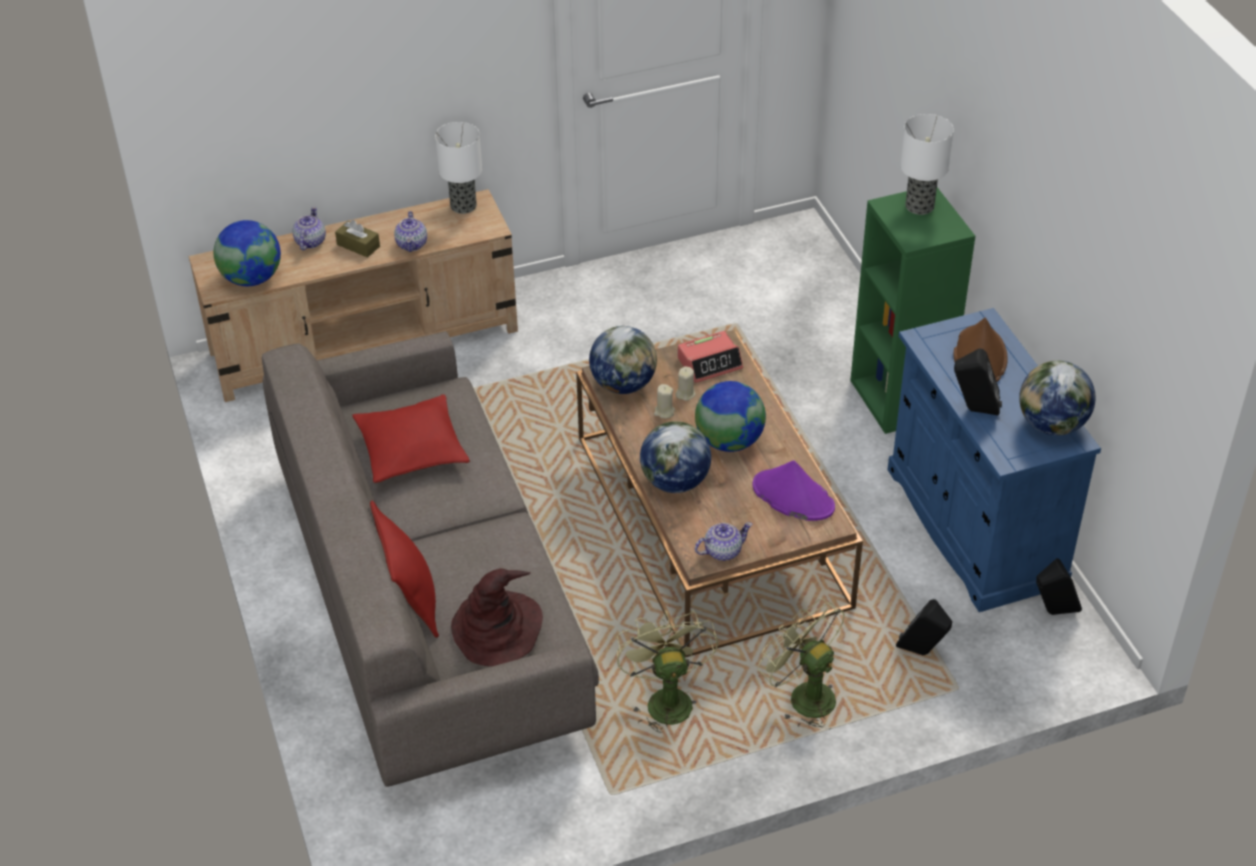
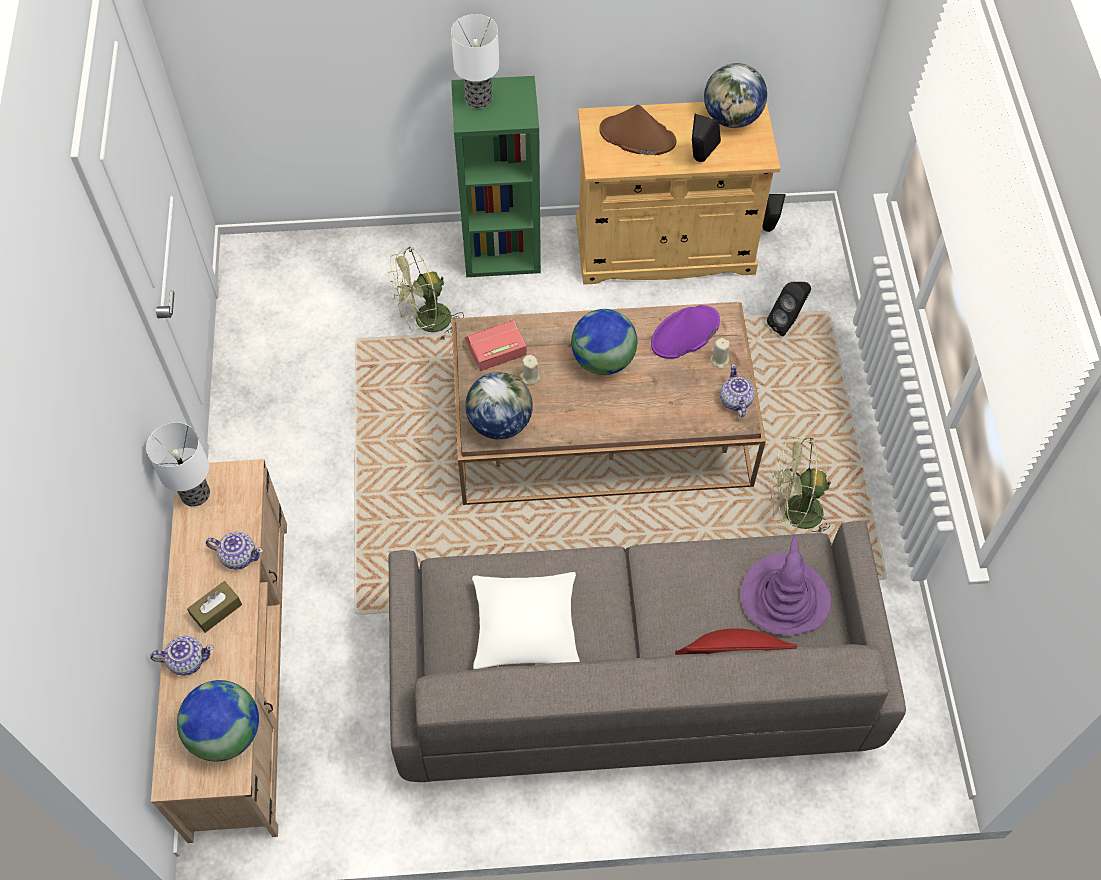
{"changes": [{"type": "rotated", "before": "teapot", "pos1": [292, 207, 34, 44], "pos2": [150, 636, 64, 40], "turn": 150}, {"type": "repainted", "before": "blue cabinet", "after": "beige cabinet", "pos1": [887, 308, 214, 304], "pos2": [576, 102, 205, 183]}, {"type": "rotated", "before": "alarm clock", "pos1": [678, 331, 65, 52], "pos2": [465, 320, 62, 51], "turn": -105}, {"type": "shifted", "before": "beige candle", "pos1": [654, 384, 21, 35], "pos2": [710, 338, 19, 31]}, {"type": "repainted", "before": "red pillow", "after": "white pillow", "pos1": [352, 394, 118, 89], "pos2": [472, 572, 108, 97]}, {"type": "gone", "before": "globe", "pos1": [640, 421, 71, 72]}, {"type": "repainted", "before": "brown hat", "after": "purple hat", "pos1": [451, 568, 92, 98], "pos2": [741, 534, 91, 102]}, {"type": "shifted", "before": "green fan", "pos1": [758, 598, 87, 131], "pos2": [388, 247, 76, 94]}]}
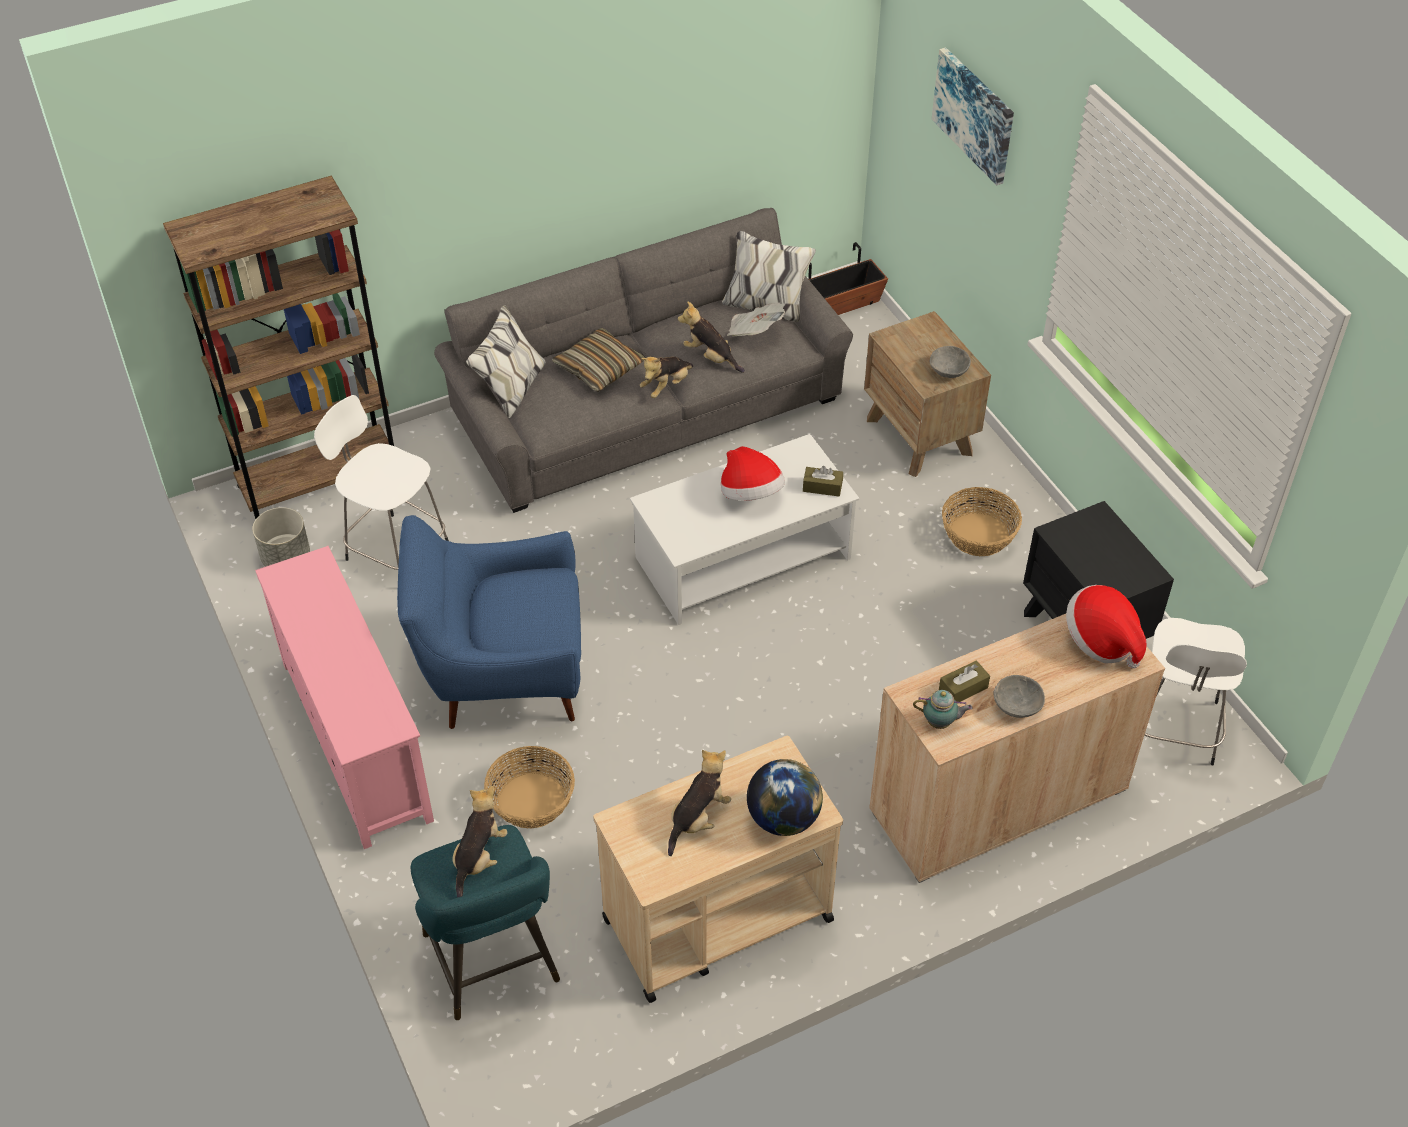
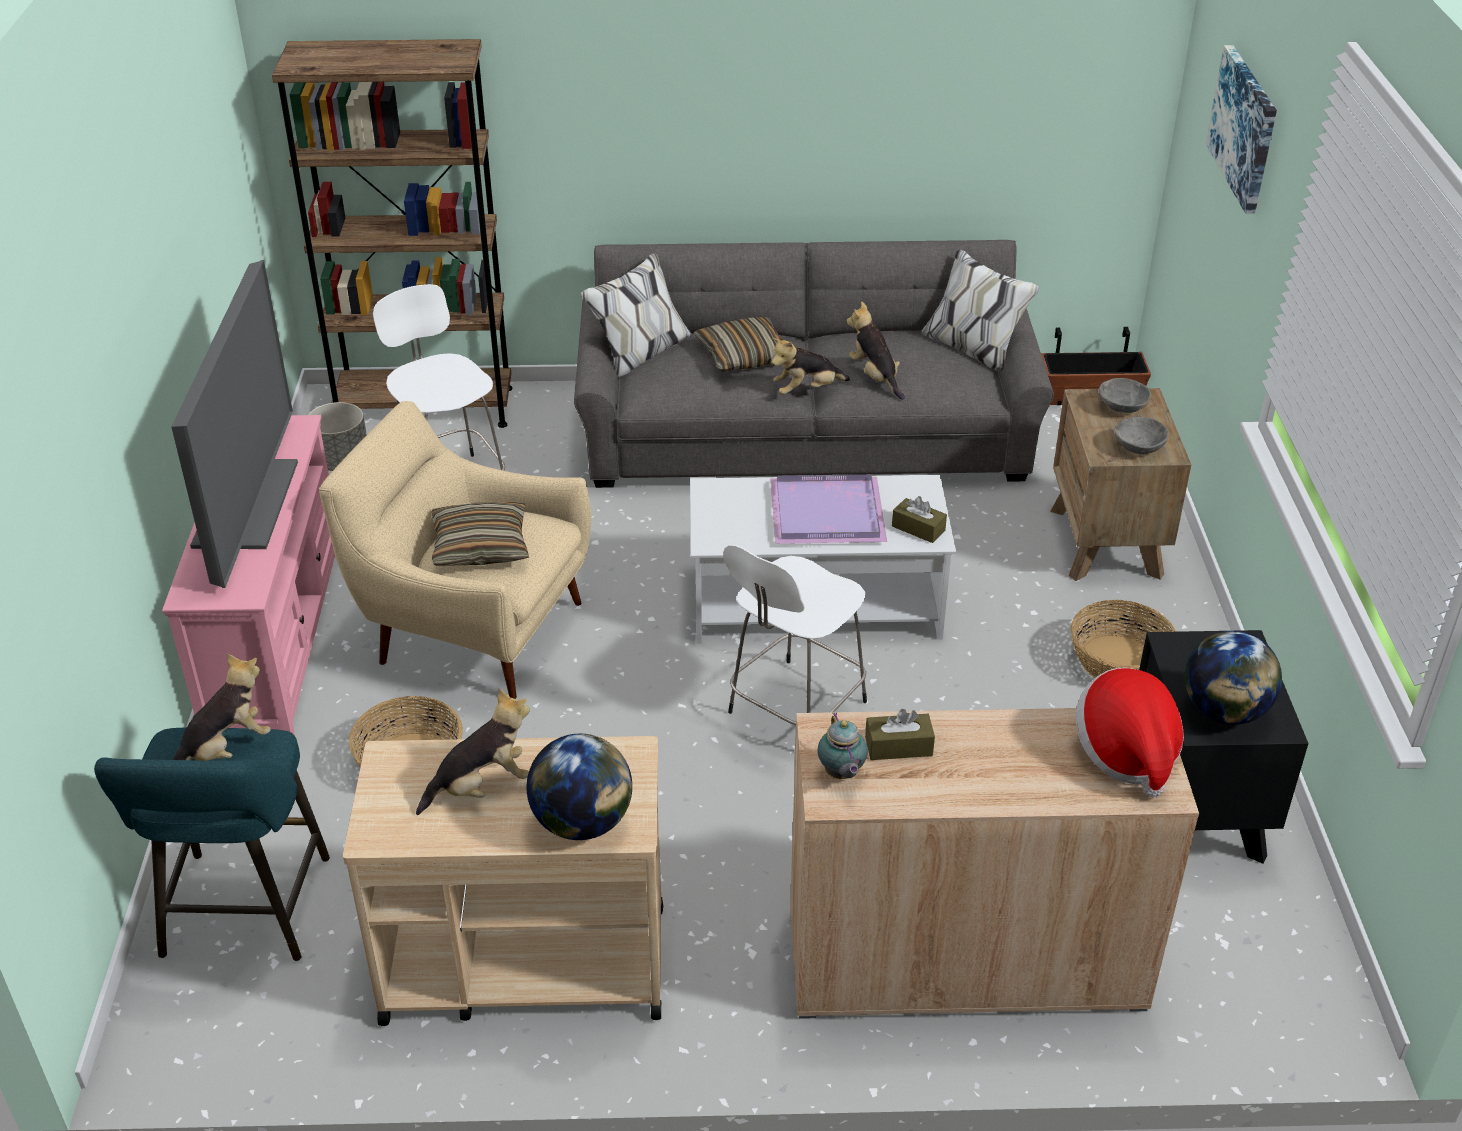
{"changes": [{"type": "gone", "before": "newspaper", "pos1": [727, 303, 58, 33]}, {"type": "swapped", "before": "hat", "after": "purple tray", "pos1": [721, 446, 64, 55], "pos2": [770, 475, 117, 69]}, {"type": "repainted", "before": "blue armchair", "after": "beige armchair", "pos1": [397, 515, 184, 214], "pos2": [319, 401, 272, 298]}, {"type": "shifted", "before": "white stool", "pos1": [1145, 618, 102, 147], "pos2": [723, 545, 144, 180]}, {"type": "shifted", "before": "grey bowl", "pos1": [994, 675, 51, 43], "pos2": [1099, 378, 52, 35]}, {"type": "rotated", "before": "teapot", "pos1": [913, 690, 60, 39], "pos2": [818, 712, 50, 67], "turn": 45}, {"type": "new", "after": "television", "pos2": [171, 260, 127, 328]}, {"type": "new", "after": "pillow", "pos2": [431, 502, 98, 64]}, {"type": "new", "after": "globe", "pos2": [1185, 631, 97, 94]}]}
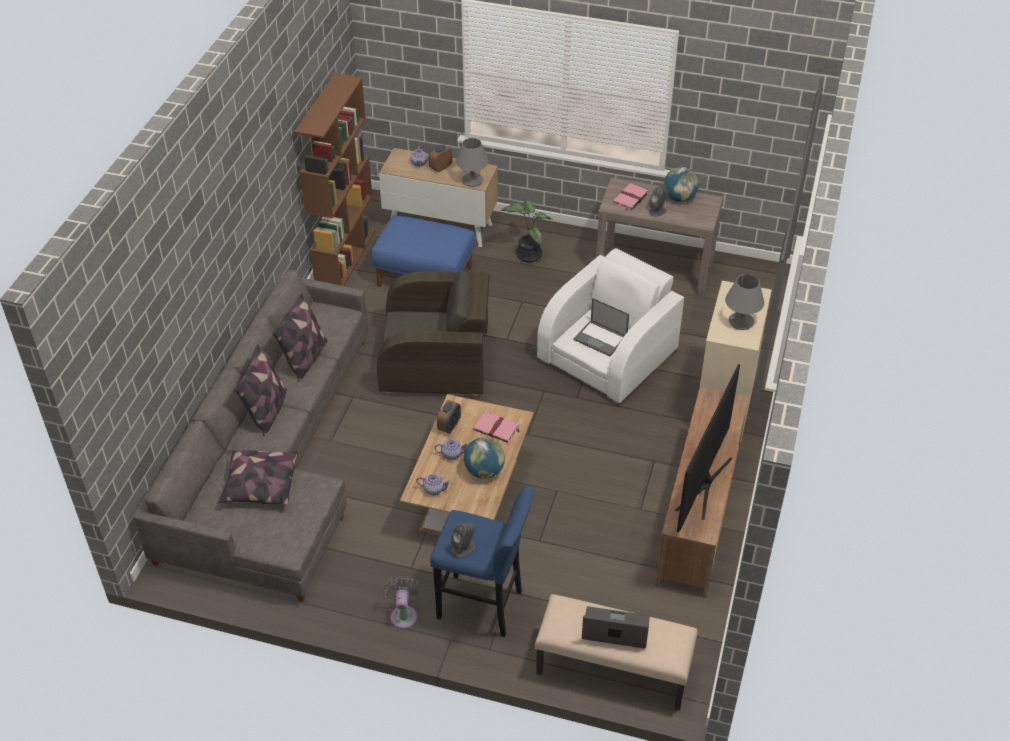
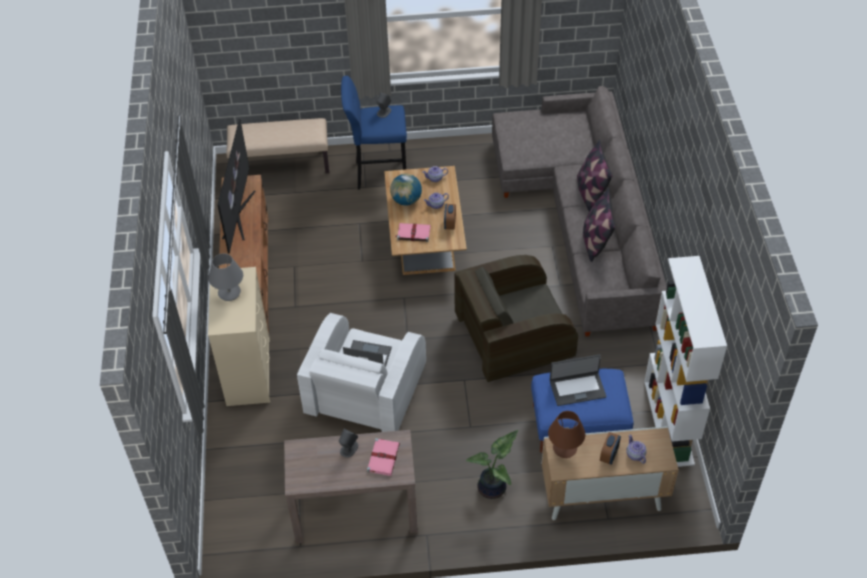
{"changes": [{"type": "repainted", "before": "brown bookcase", "after": "white bookcase", "pos1": [294, 73, 82, 213], "pos2": [644, 256, 83, 211]}, {"type": "repainted", "before": "grey table lamp", "after": "brown table lamp", "pos1": [456, 138, 33, 49], "pos2": [548, 411, 37, 47]}, {"type": "gone", "before": "globe", "pos1": [664, 167, 35, 35]}, {"type": "gone", "before": "pillow", "pos1": [218, 450, 80, 56]}, {"type": "gone", "before": "grey fan", "pos1": [384, 576, 37, 53]}, {"type": "shifted", "before": "laptop", "pos1": [582, 606, 68, 43], "pos2": [550, 354, 56, 52]}]}
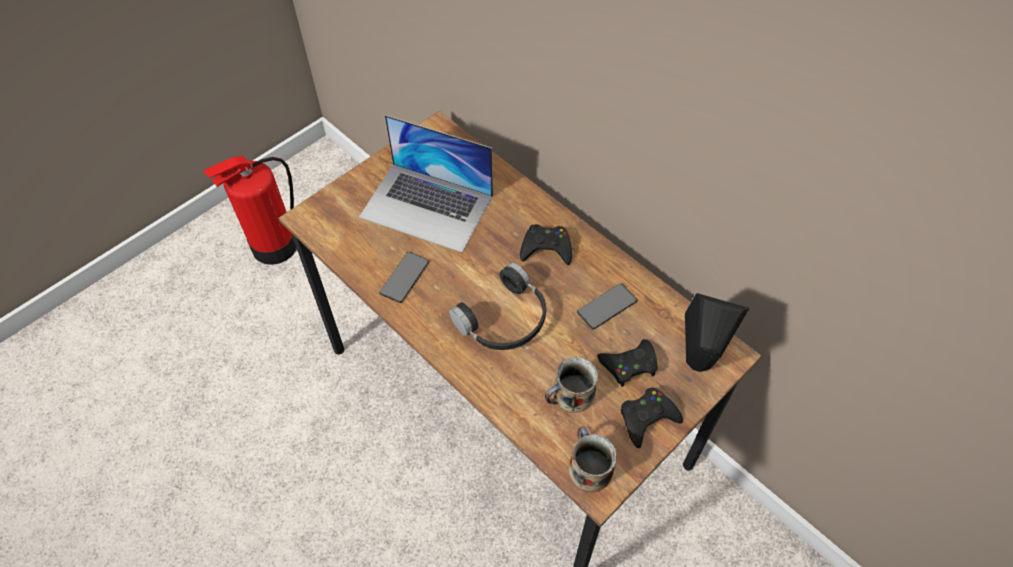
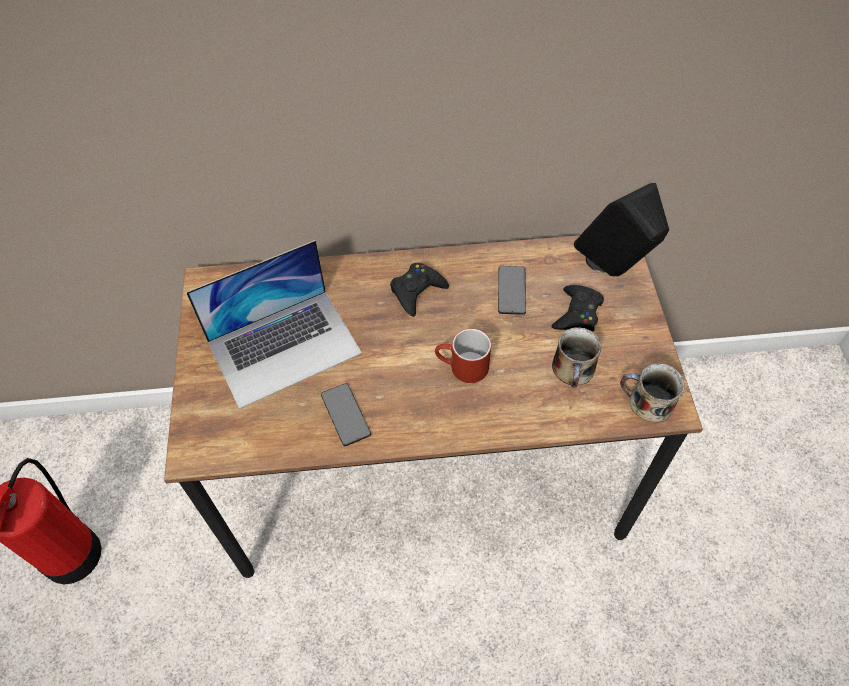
{"changes": [{"type": "swapped", "before": "black headphones", "after": "red mug", "pos1": [449, 263, 97, 87], "pos2": [435, 329, 56, 54]}, {"type": "gone", "before": "black game controller", "pos1": [621, 388, 62, 60]}]}
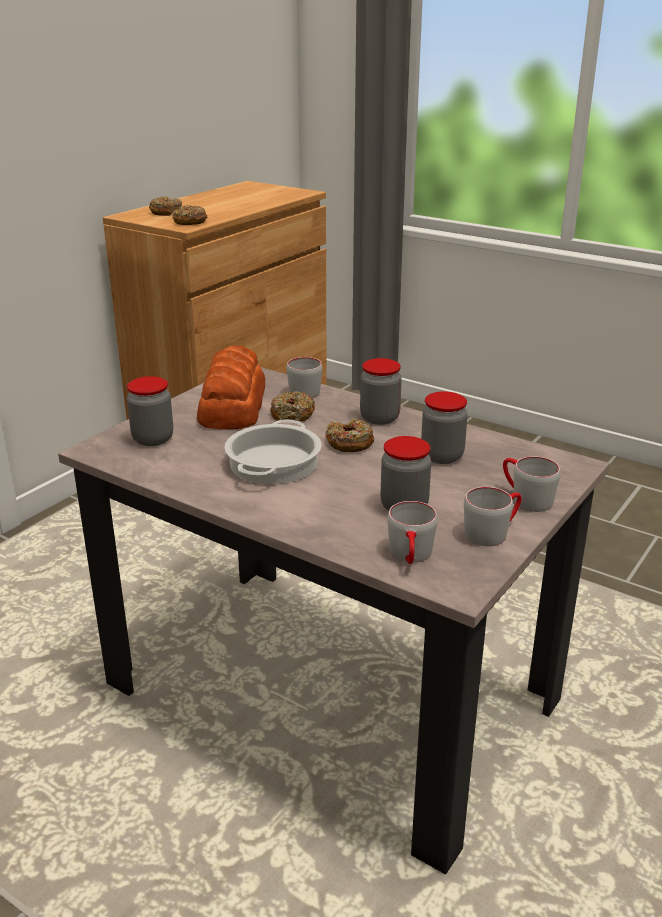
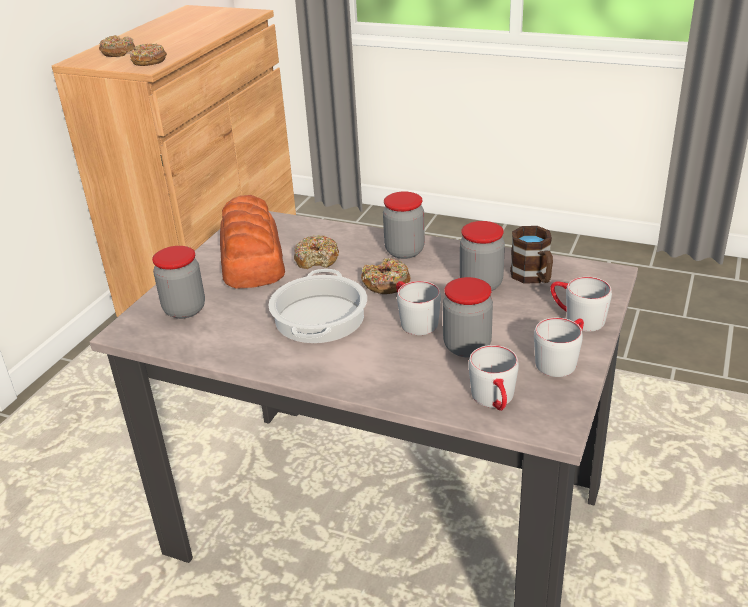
{"changes": [{"type": "shifted", "before": "grey mug", "pos1": [287, 357, 35, 41], "pos2": [396, 281, 45, 54]}, {"type": "new", "after": "brown mug", "pos2": [510, 226, 43, 58]}]}
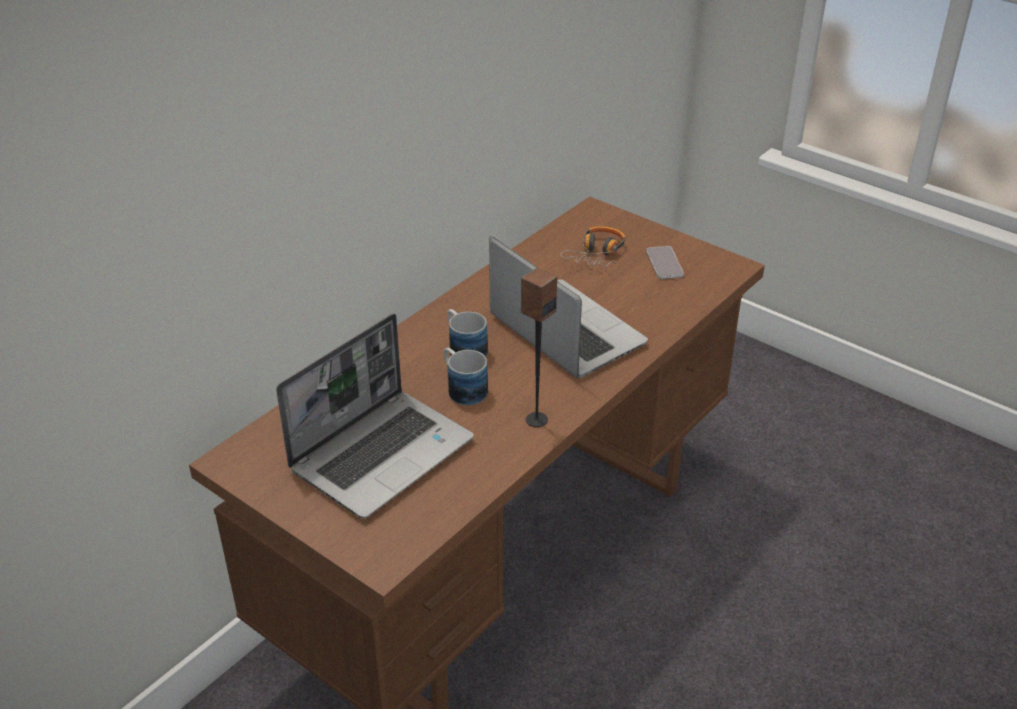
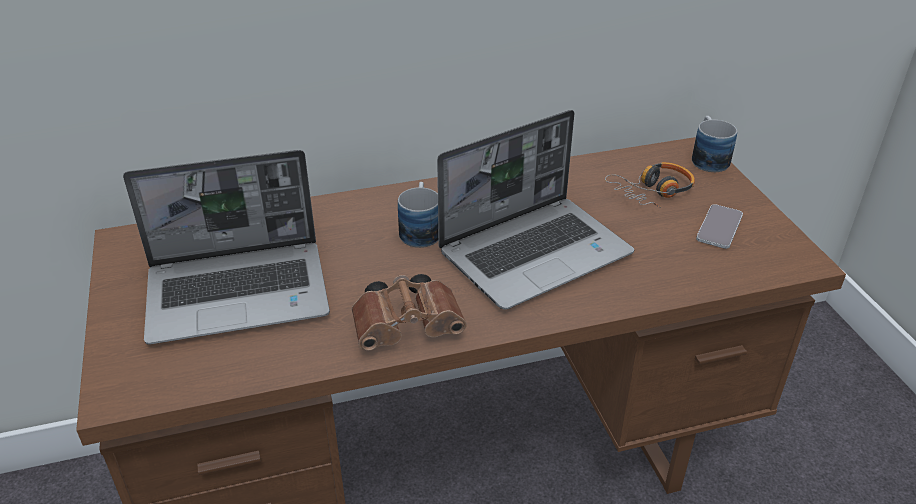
{"changes": [{"type": "rotated", "before": "laptop", "pos1": [489, 236, 159, 142], "pos2": [437, 110, 197, 200], "turn": 60}, {"type": "swapped", "before": "speaker", "after": "brown binoculars", "pos1": [521, 267, 36, 160], "pos2": [352, 274, 115, 77]}, {"type": "shifted", "before": "mug", "pos1": [444, 348, 44, 58], "pos2": [692, 116, 45, 56]}]}
